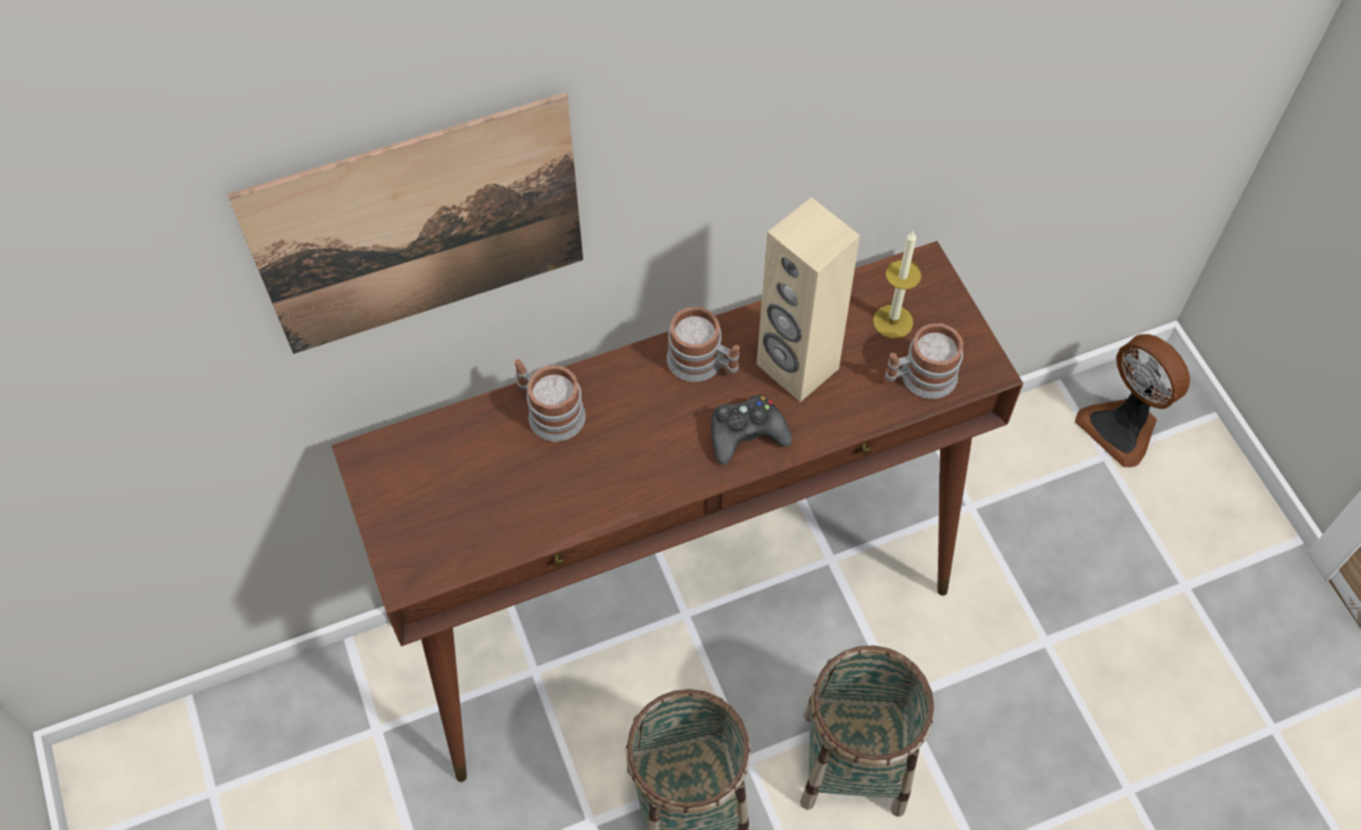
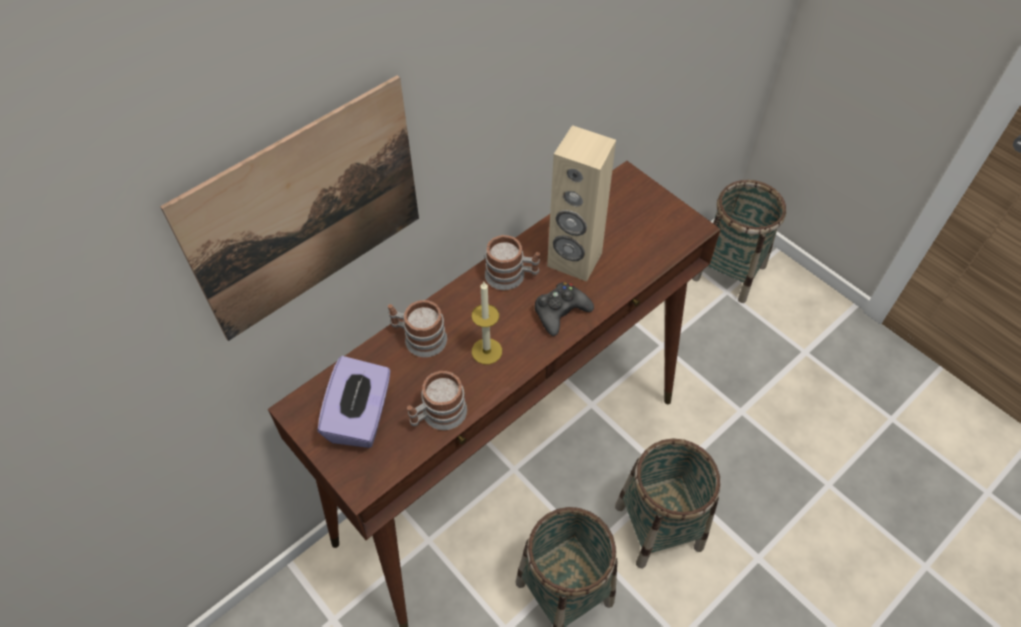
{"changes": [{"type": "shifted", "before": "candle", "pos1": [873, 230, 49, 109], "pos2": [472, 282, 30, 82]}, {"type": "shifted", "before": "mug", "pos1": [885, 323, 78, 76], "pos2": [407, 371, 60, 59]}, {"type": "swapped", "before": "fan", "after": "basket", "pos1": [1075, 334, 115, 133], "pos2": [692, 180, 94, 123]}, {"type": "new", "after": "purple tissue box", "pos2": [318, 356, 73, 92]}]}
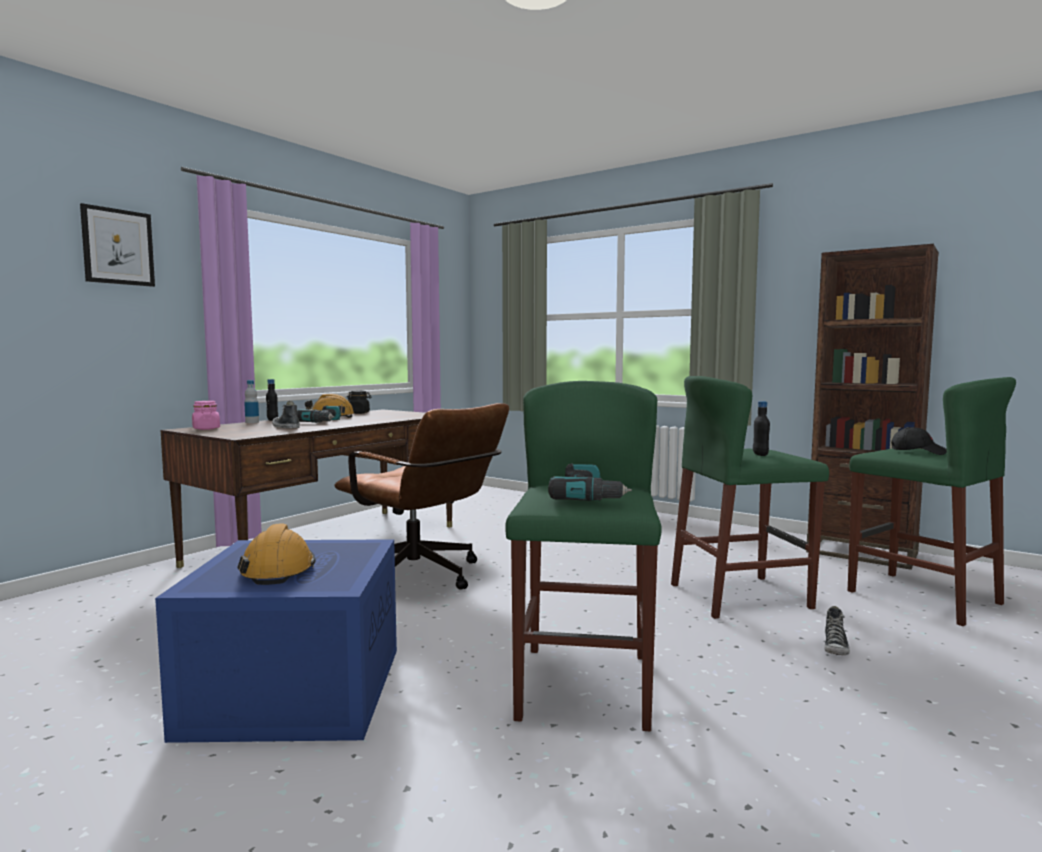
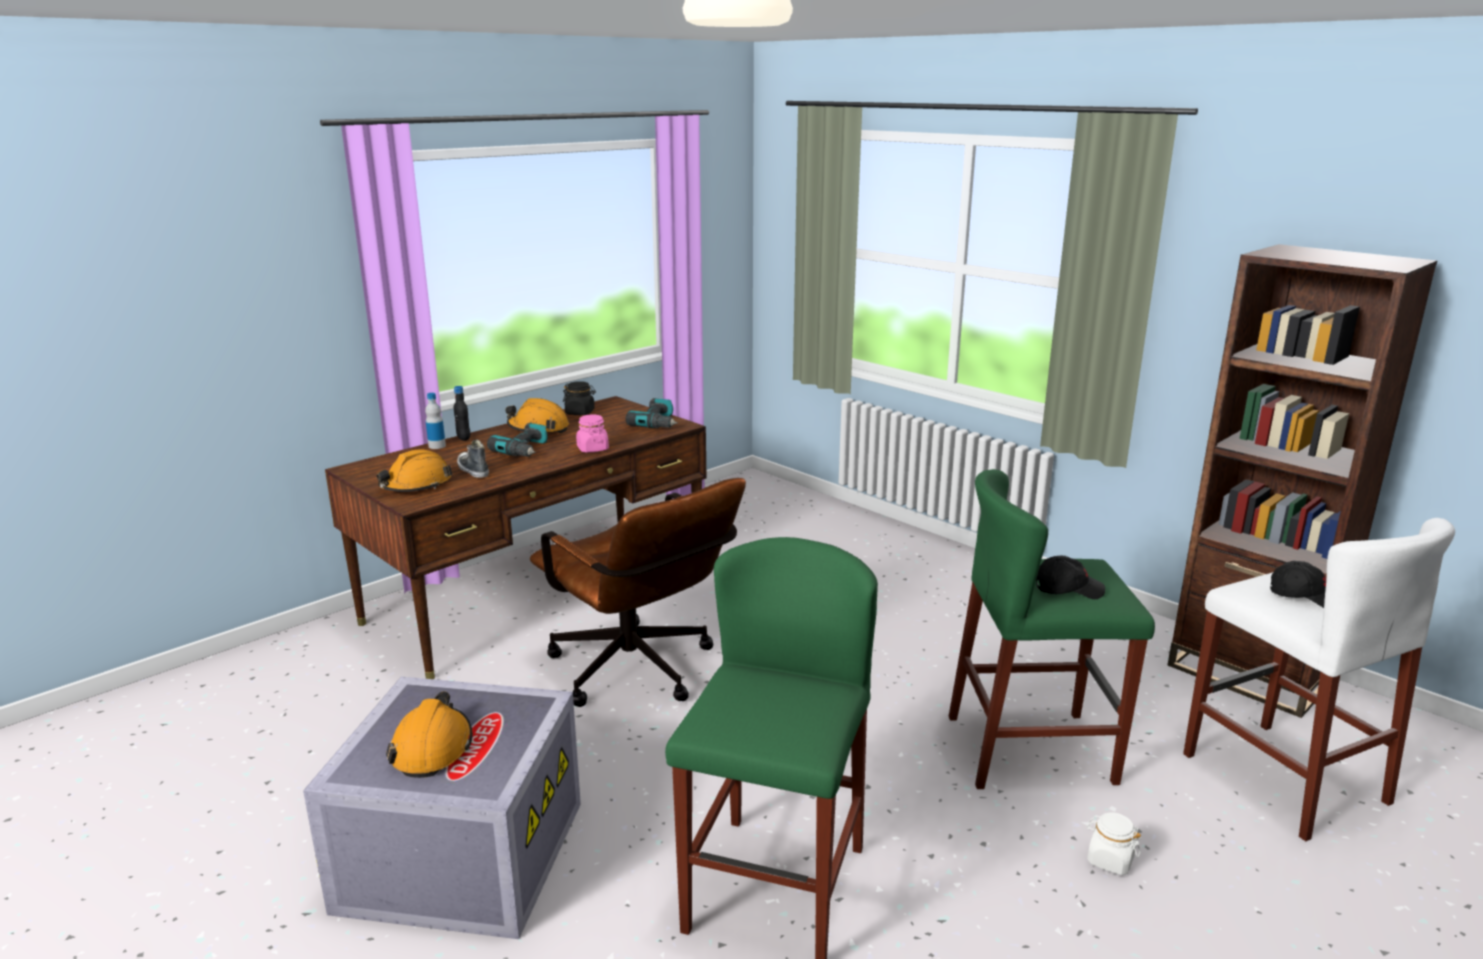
{"changes": [{"type": "gone", "before": "picture", "pos1": [80, 203, 75, 84]}, {"type": "repainted", "before": "green stool", "after": "white stool", "pos1": [848, 377, 168, 249], "pos2": [1183, 518, 272, 323]}, {"type": "shifted", "before": "pink jar", "pos1": [192, 401, 28, 29], "pos2": [576, 415, 33, 38]}, {"type": "swapped", "before": "black bottle", "after": "black cap", "pos1": [753, 401, 17, 55], "pos2": [1036, 556, 69, 43]}, {"type": "shifted", "before": "power drill", "pos1": [548, 463, 84, 38], "pos2": [626, 398, 52, 30]}, {"type": "repainted", "before": "blue storage box", "after": "grey storage box", "pos1": [155, 539, 242, 204], "pos2": [303, 677, 278, 262]}, {"type": "swapped", "before": "shoe", "after": "white jar", "pos1": [824, 606, 26, 49], "pos2": [1087, 812, 54, 63]}, {"type": "new", "after": "orange hard hat", "pos2": [376, 449, 76, 43]}]}
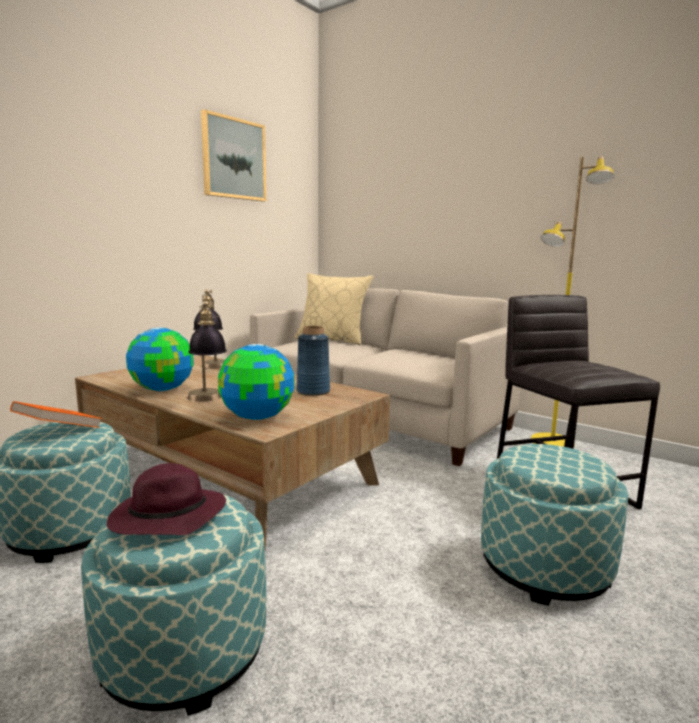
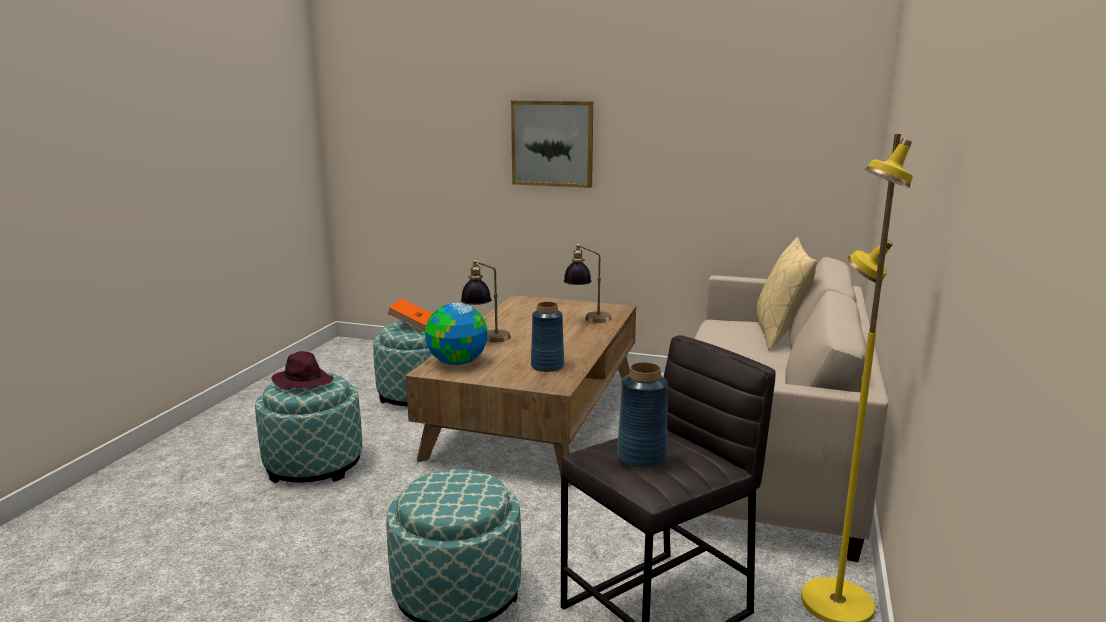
{"changes": [{"type": "shifted", "before": "picture", "pos1": [201, 109, 65, 93], "pos2": [511, 101, 82, 87]}, {"type": "gone", "before": "globe", "pos1": [126, 327, 68, 65]}, {"type": "new", "after": "blue vase", "pos2": [617, 362, 51, 106]}]}
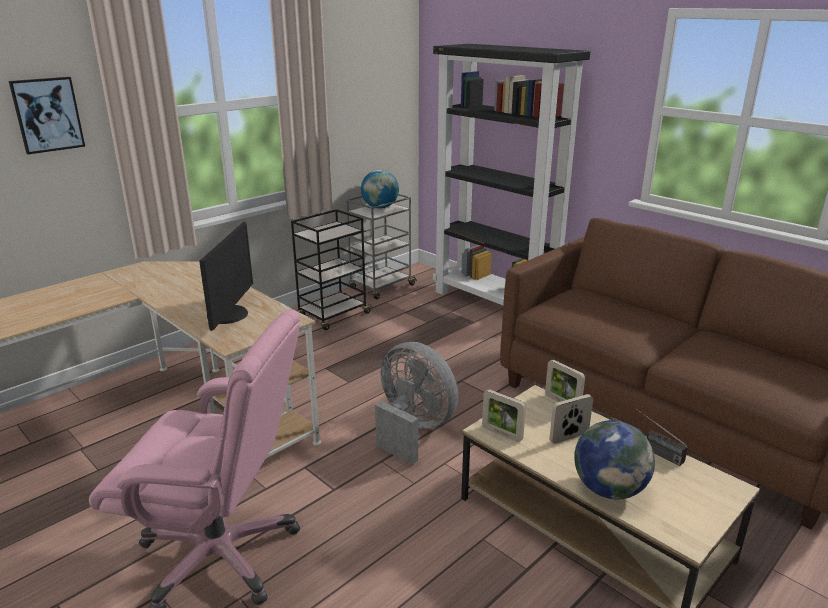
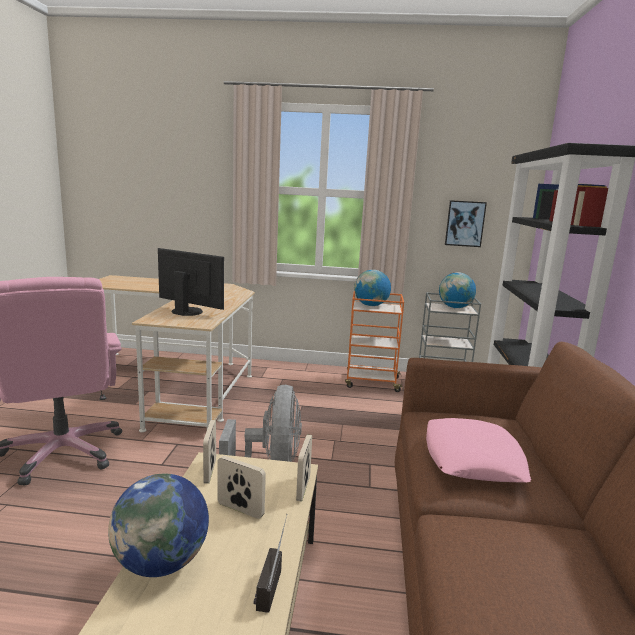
{"changes": [{"type": "shifted", "before": "picture", "pos1": [9, 77, 76, 77], "pos2": [445, 200, 42, 47]}, {"type": "repainted", "before": "black cart", "after": "orange cart", "pos1": [291, 209, 82, 121], "pos2": [345, 291, 59, 101]}, {"type": "rotated", "before": "monitor", "pos1": [199, 222, 54, 109], "pos2": [158, 248, 66, 68], "turn": -120}, {"type": "new", "after": "globe", "pos2": [354, 270, 37, 36]}, {"type": "new", "after": "pink pillow", "pos2": [426, 418, 105, 65]}]}
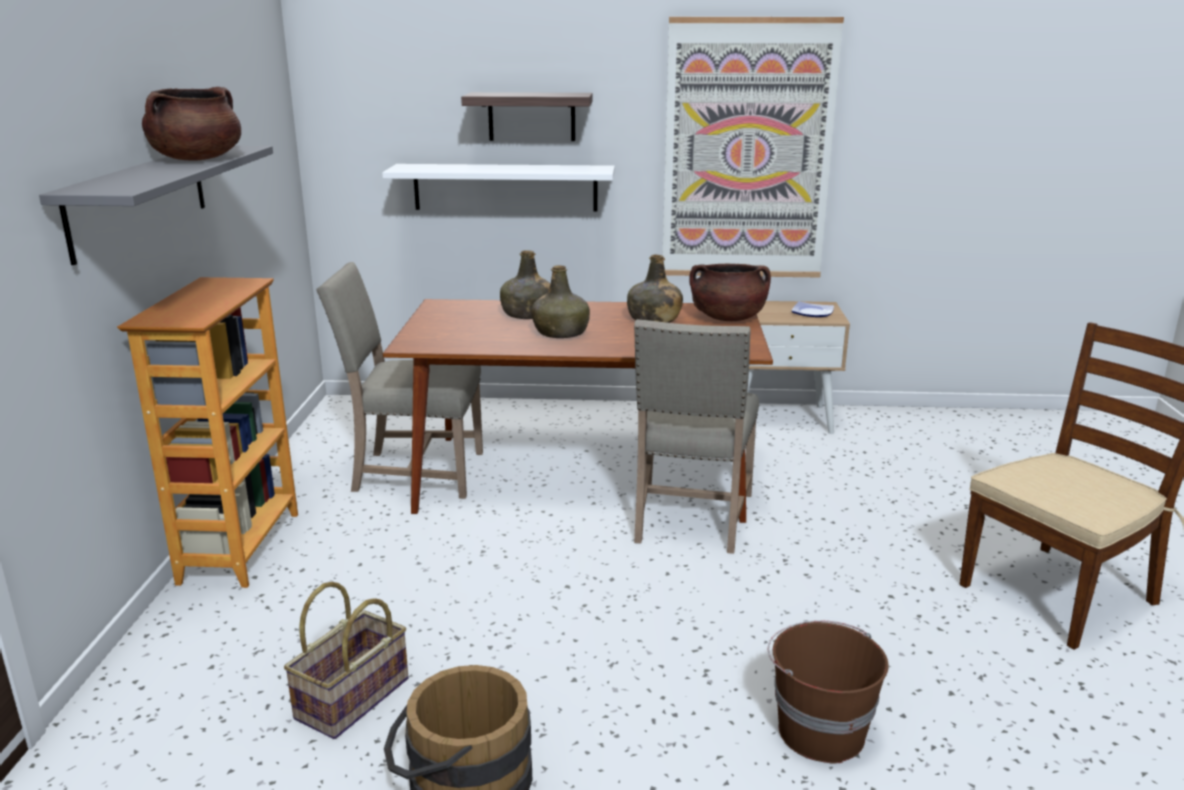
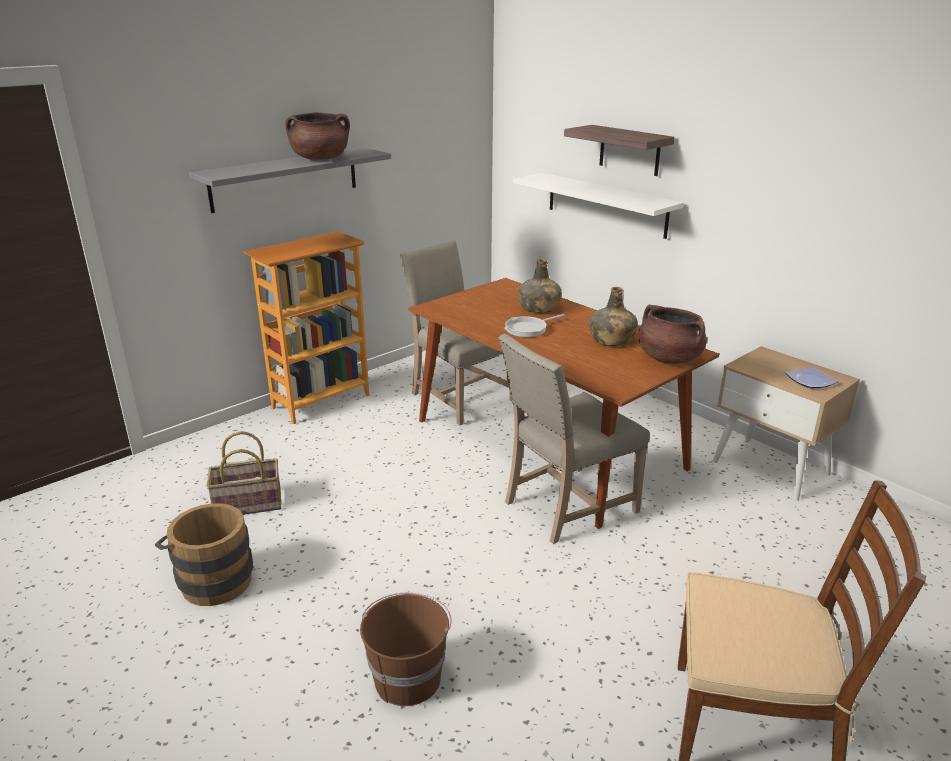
{"changes": [{"type": "gone", "before": "picture", "pos1": [662, 17, 182, 260]}, {"type": "swapped", "before": "green bottle", "after": "frying pan", "pos1": [531, 265, 59, 73], "pos2": [504, 314, 61, 23]}]}
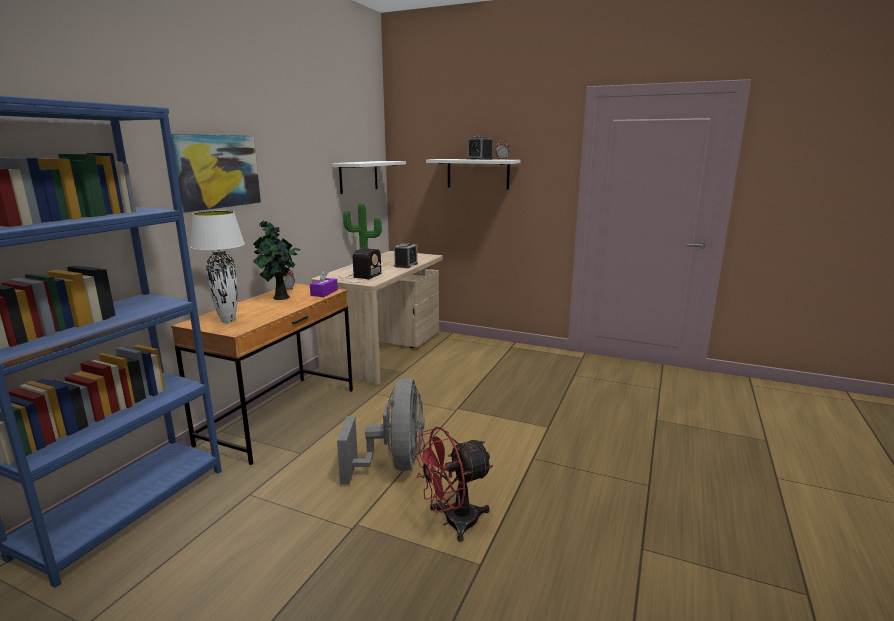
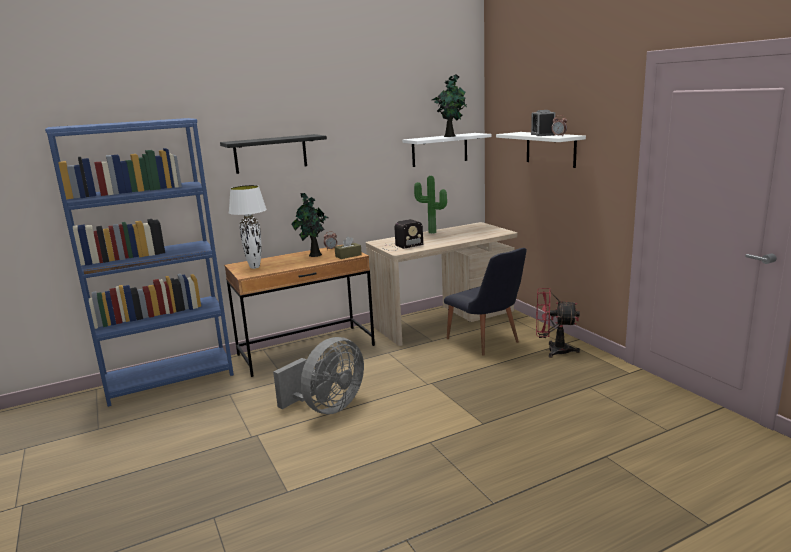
{"changes": [{"type": "swapped", "before": "picture", "after": "black shelf", "pos1": [171, 134, 90, 79], "pos2": [220, 134, 107, 40]}, {"type": "gone", "before": "alarm clock", "pos1": [394, 243, 24, 25]}, {"type": "repainted", "before": "purple tissue box", "after": "brown tissue box", "pos1": [310, 270, 28, 27], "pos2": [335, 236, 27, 23]}, {"type": "shifted", "before": "red fan", "pos1": [413, 427, 80, 115], "pos2": [536, 288, 44, 70]}, {"type": "new", "after": "potted plant", "pos2": [432, 75, 35, 62]}, {"type": "new", "after": "black chair", "pos2": [444, 248, 83, 108]}]}
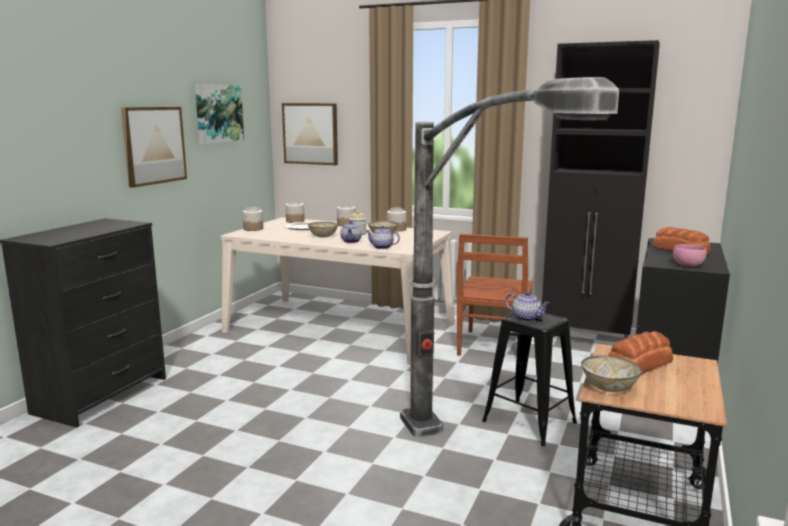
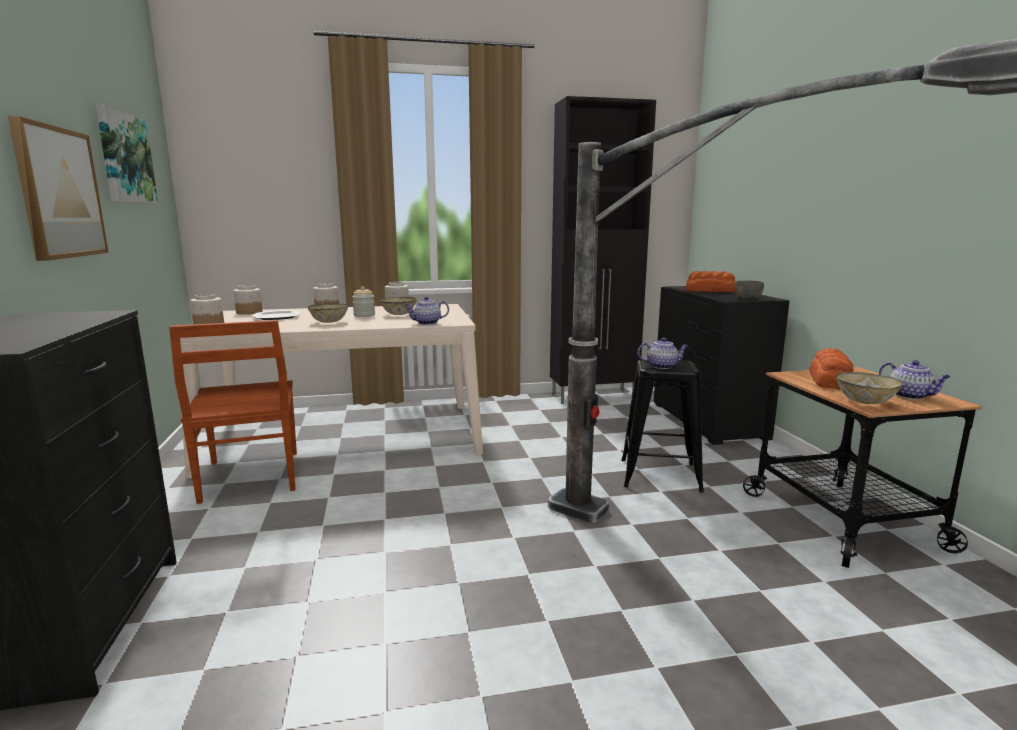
{"changes": [{"type": "gone", "before": "picture", "pos1": [282, 103, 56, 62]}, {"type": "shifted", "before": "teapot", "pos1": [340, 221, 22, 22], "pos2": [879, 360, 72, 39]}, {"type": "shifted", "before": "brown chair", "pos1": [456, 234, 77, 122], "pos2": [169, 320, 128, 184]}, {"type": "repainted", "before": "pink bowl", "after": "grey bowl", "pos1": [673, 244, 34, 22], "pos2": [735, 281, 29, 18]}]}
